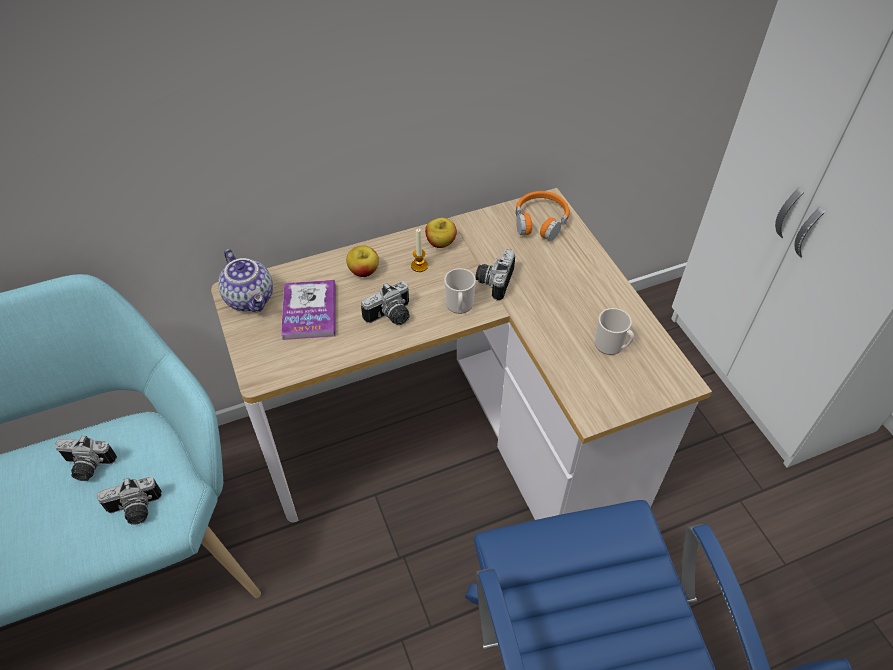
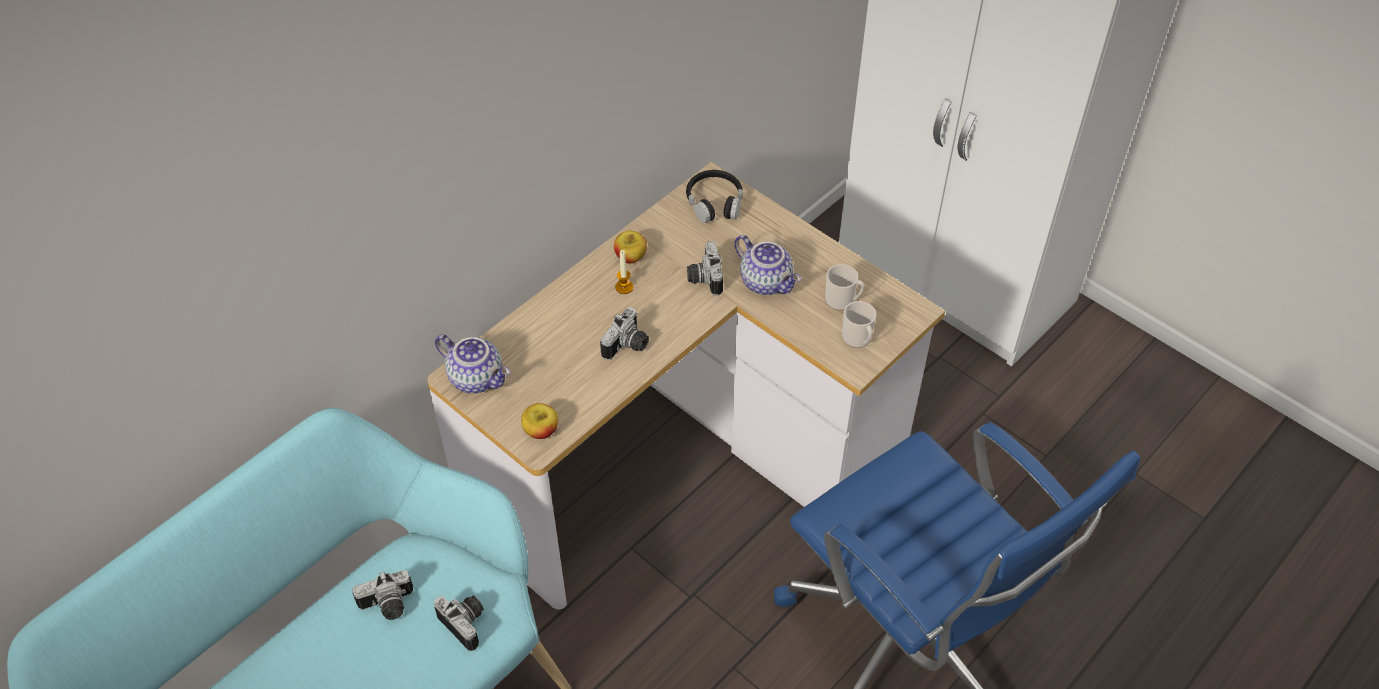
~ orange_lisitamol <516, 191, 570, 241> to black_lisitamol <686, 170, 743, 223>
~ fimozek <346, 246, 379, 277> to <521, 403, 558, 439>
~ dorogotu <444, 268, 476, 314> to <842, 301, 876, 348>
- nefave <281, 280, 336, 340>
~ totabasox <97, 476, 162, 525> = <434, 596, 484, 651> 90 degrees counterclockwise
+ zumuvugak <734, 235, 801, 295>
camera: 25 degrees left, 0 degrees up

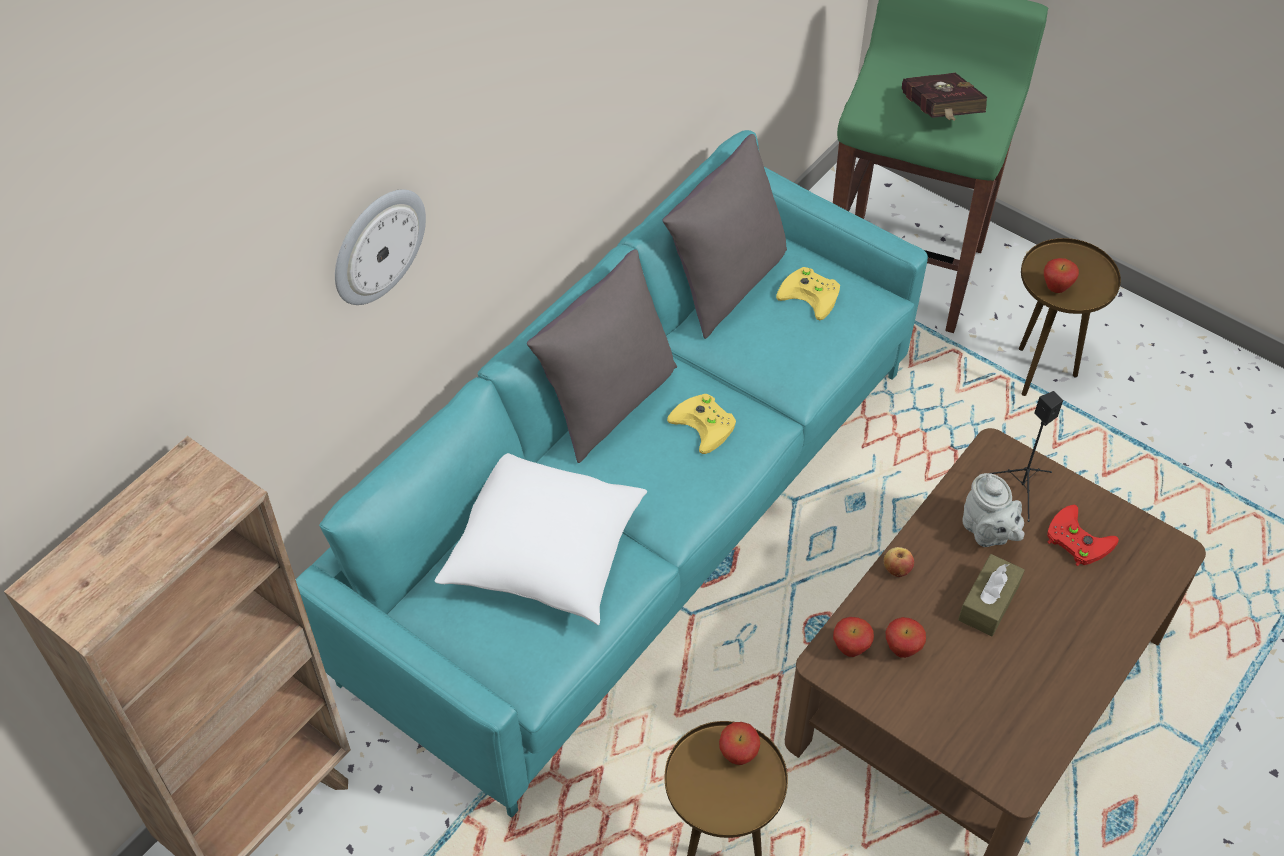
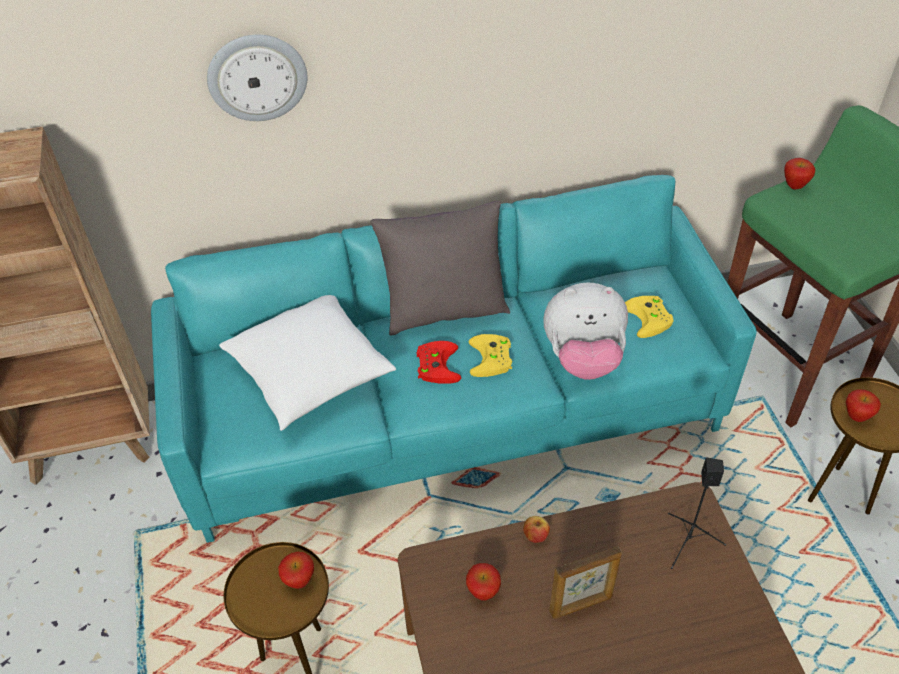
- red_nefave <902, 73, 987, 121>
- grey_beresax <663, 134, 787, 339>
- grey_zumuvugak <962, 473, 1024, 547>
~ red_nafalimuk <1047, 505, 1119, 566> to <416, 341, 461, 384>
~ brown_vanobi <958, 554, 1025, 636> to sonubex <549, 546, 622, 619>
~ fimozek <833, 617, 874, 657> to <784, 158, 815, 189>
+ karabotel <544, 283, 628, 380>
camera: 40 degrees right, 5 degrees down

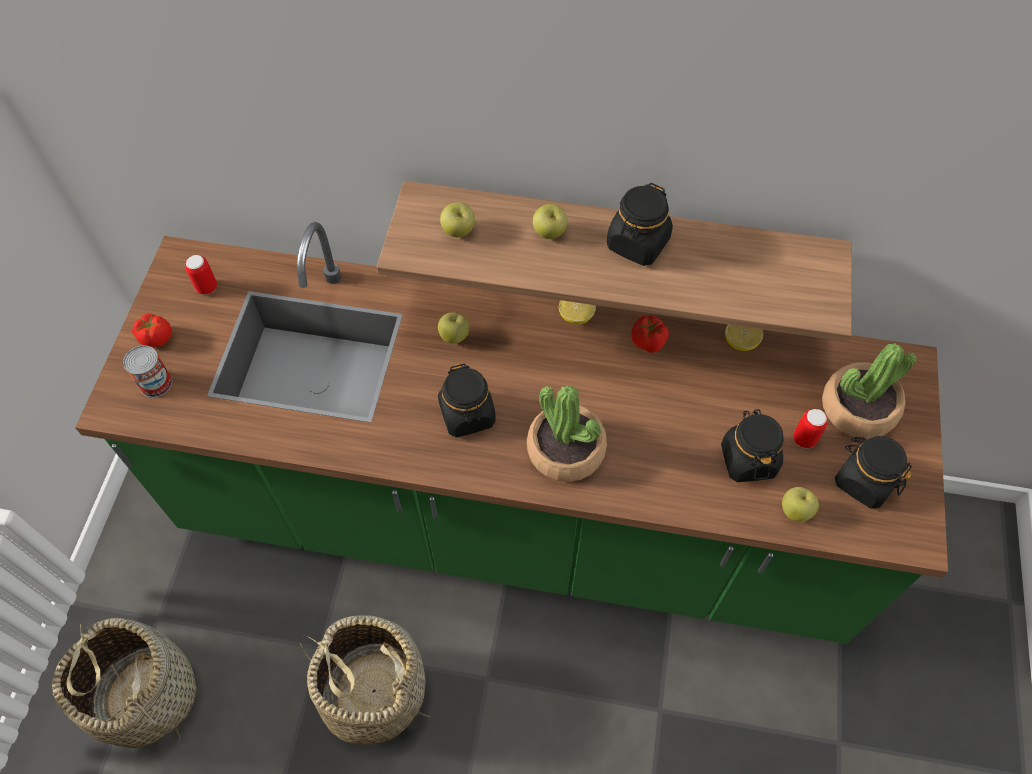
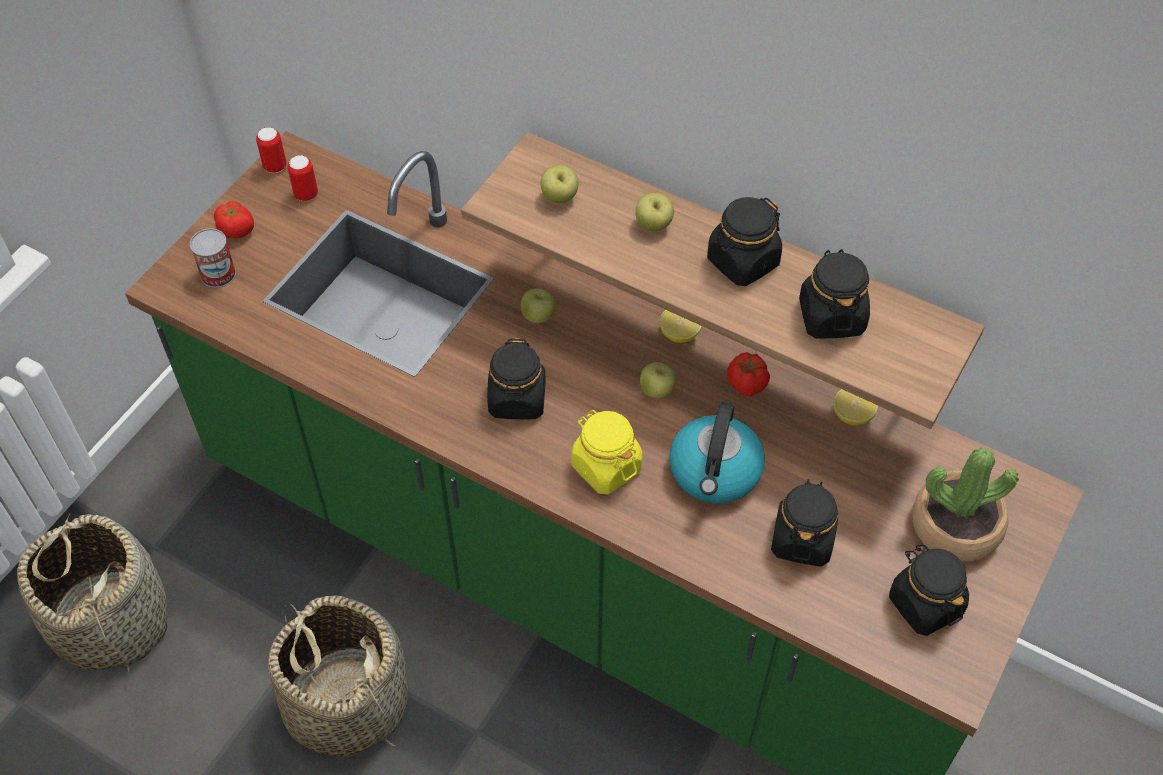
~ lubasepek <527, 385, 607, 482> to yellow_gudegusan <571, 410, 643, 494>
~ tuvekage <793, 409, 828, 448> to <256, 127, 287, 173>
~ fimozek <782, 487, 819, 522> to <640, 362, 677, 399>
+ black_gudegusan <799, 249, 870, 339>
+ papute <669, 402, 765, 504>
camera: 20 degrees right, 5 degrees down

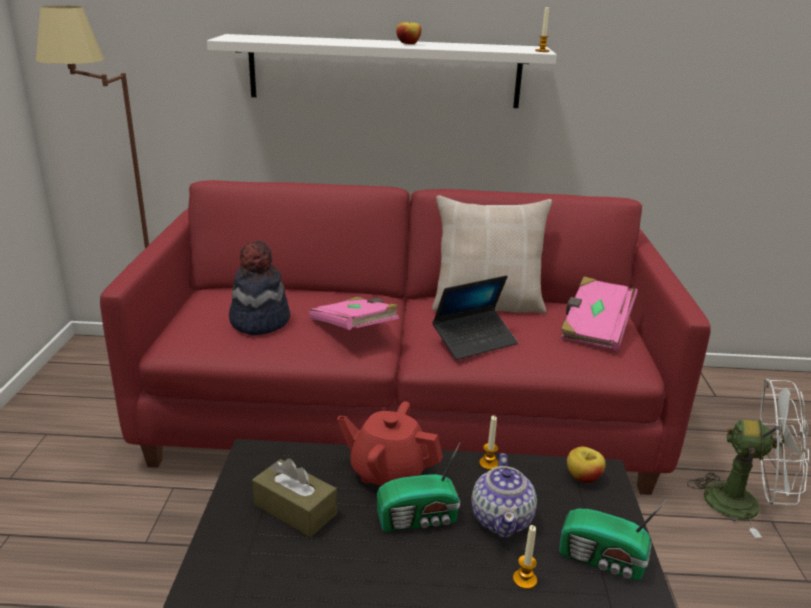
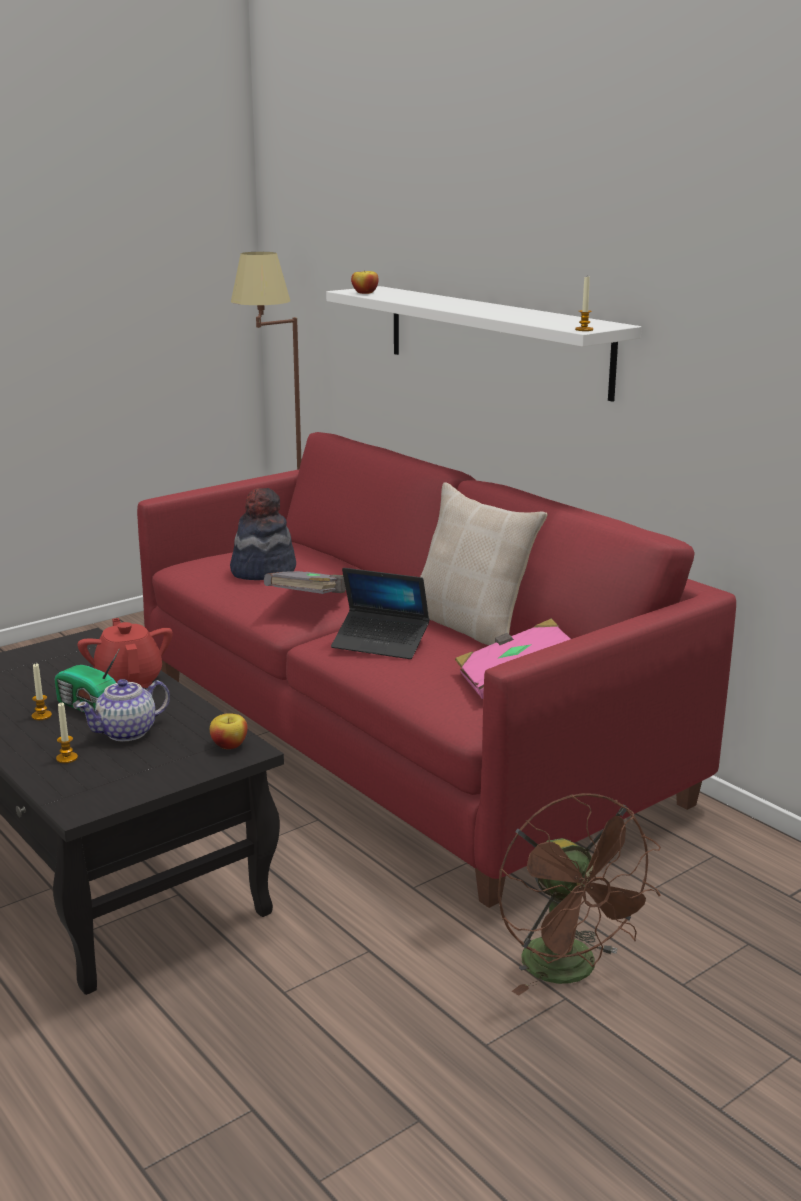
~ fimozek <396, 22, 421, 44> to <351, 270, 379, 294>
~ pink_nefave <309, 297, 399, 330> to grey_nefave <264, 571, 346, 594>
~ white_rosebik <687, 379, 809, 538> to brown_rosebik <498, 793, 661, 995>
~ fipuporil <479, 416, 498, 470> to <32, 663, 52, 720>
- brown_vanobi <252, 459, 337, 537>
- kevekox <559, 499, 668, 580>
camera: 50 degrees right, 5 degrees down

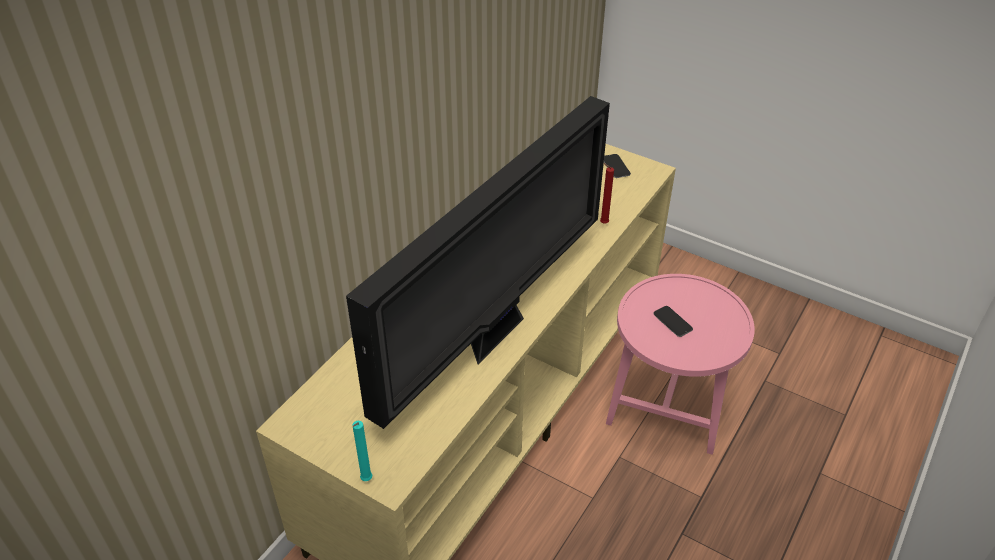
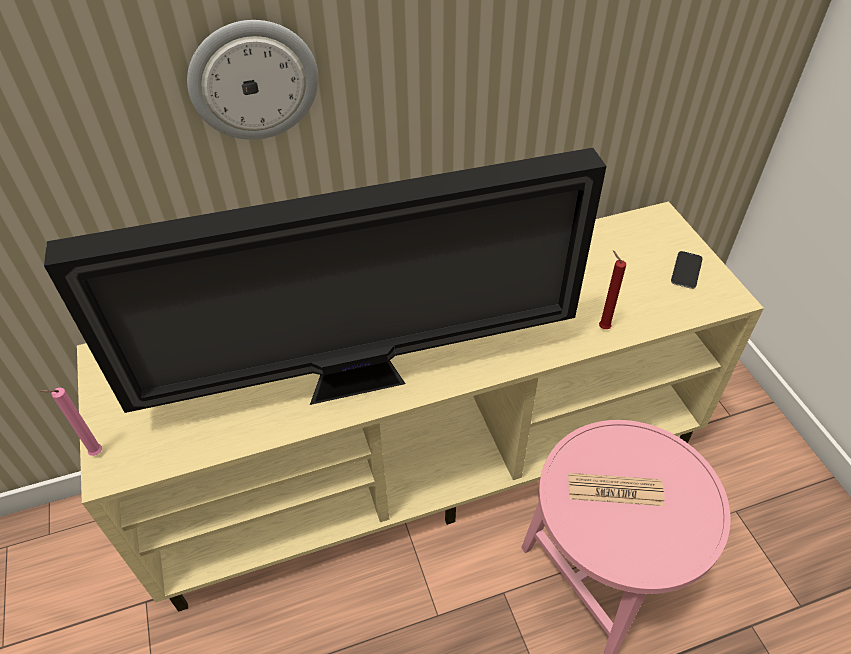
~ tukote <653, 306, 693, 337> to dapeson <568, 473, 665, 506>
~ turquoise_fipuporil <352, 421, 372, 481> to pink_fipuporil <40, 388, 102, 456>
+ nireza <187, 20, 318, 140>
camera: 40 degrees right, 5 degrees up

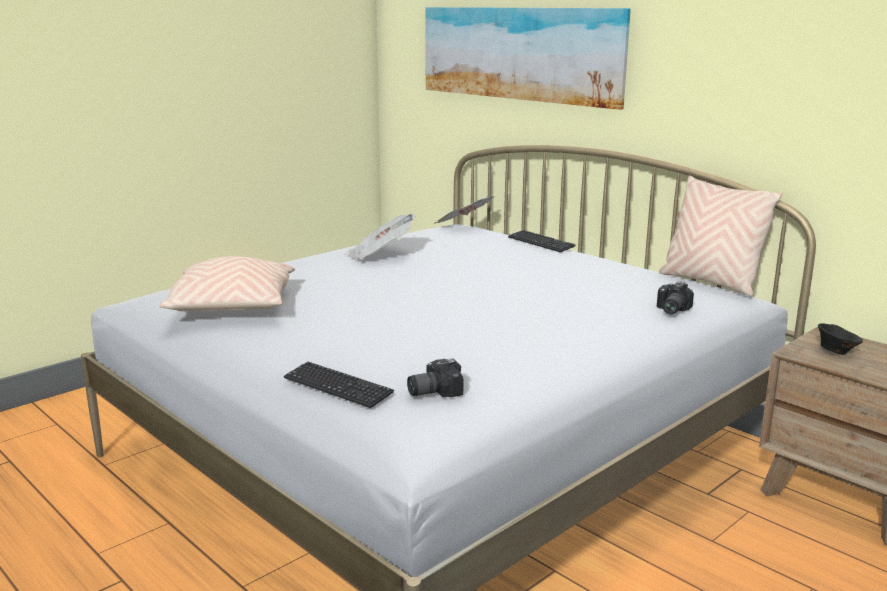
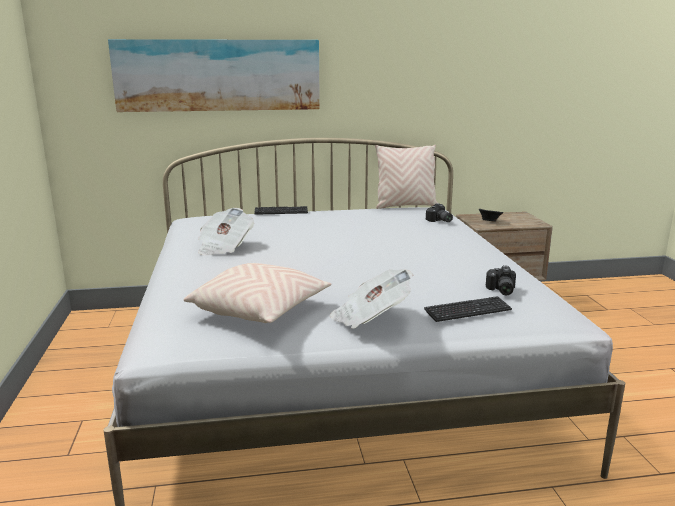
~ dapeson <434, 196, 494, 224> to <330, 269, 413, 328>
camera: 55 degrees left, 0 degrees up

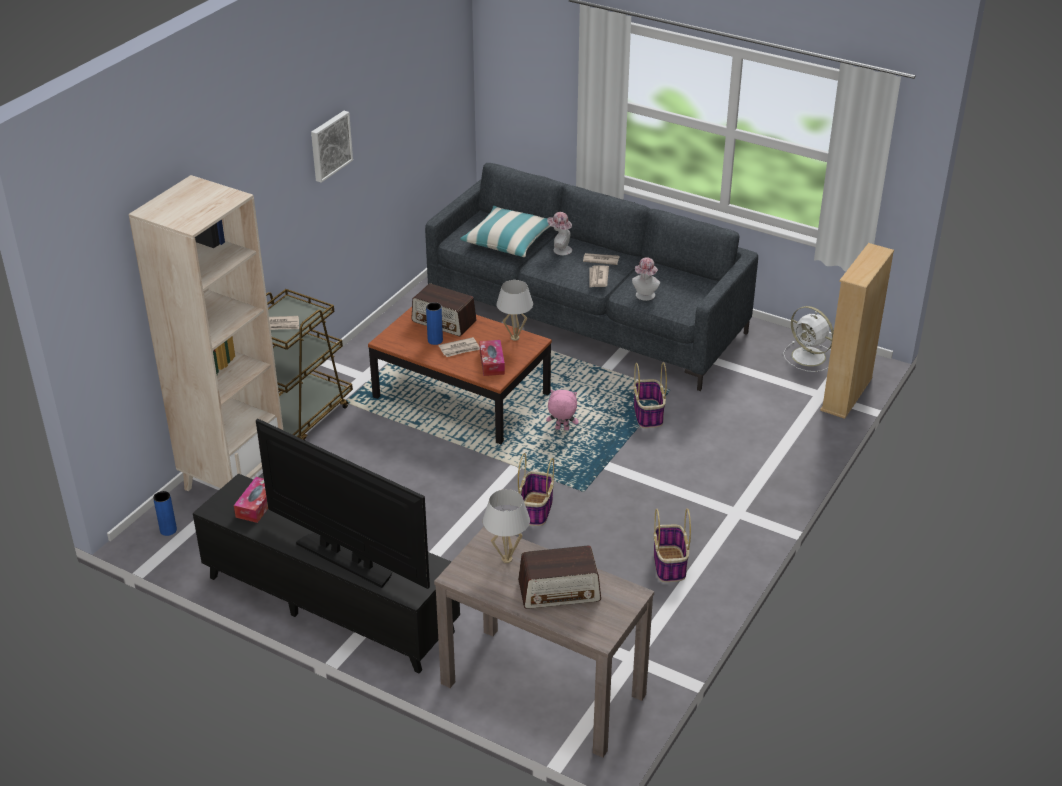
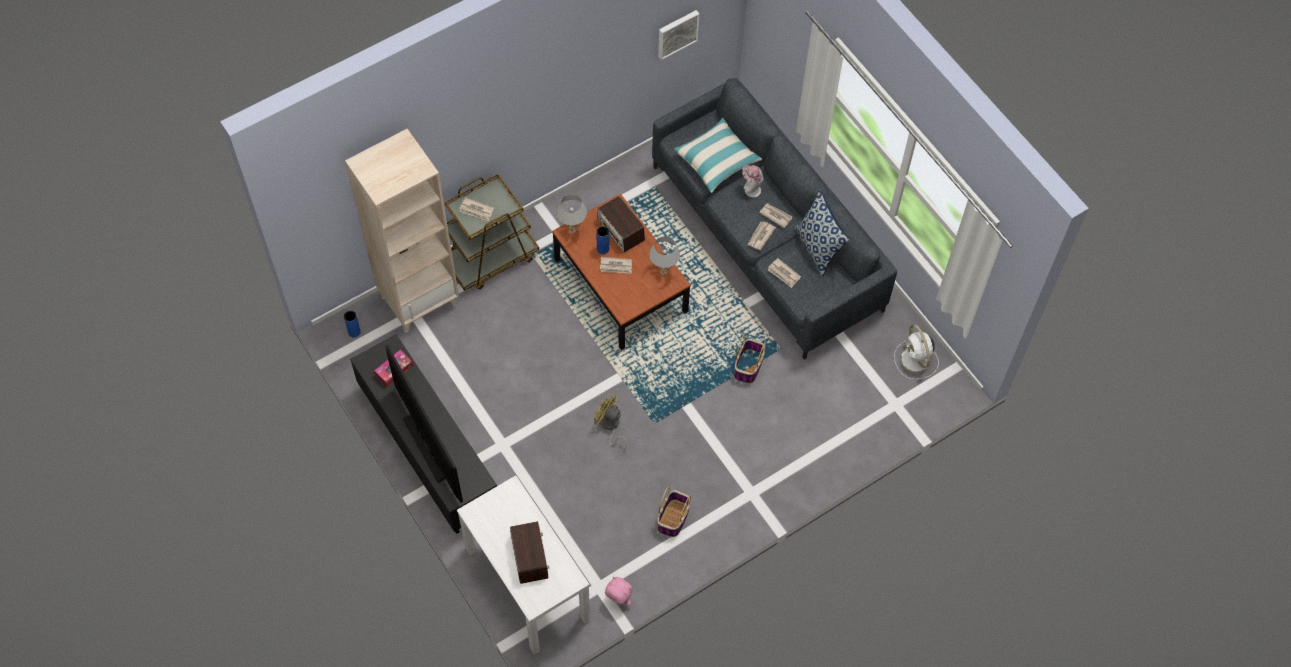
~ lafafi <311, 111, 353, 183> to <658, 10, 699, 60>
- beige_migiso <820, 243, 894, 419>
~ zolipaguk <632, 257, 660, 301> to dapeson <768, 258, 801, 288>
- vanobi <480, 340, 505, 376>
~ pink_karabotel <546, 390, 579, 430> to <605, 576, 633, 606>
~ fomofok <518, 453, 554, 526> to yellow_rosebik <594, 393, 627, 452>
~ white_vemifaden <483, 489, 530, 563> to <557, 194, 587, 233>
~ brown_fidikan <434, 527, 654, 758> to white_fidikan <457, 475, 590, 655>
~ kevekox <518, 546, 601, 609> = <510, 521, 549, 584> 120 degrees counterclockwise
+ beresax <795, 189, 849, 277>
camera: 25 degrees right, 25 degrees up

